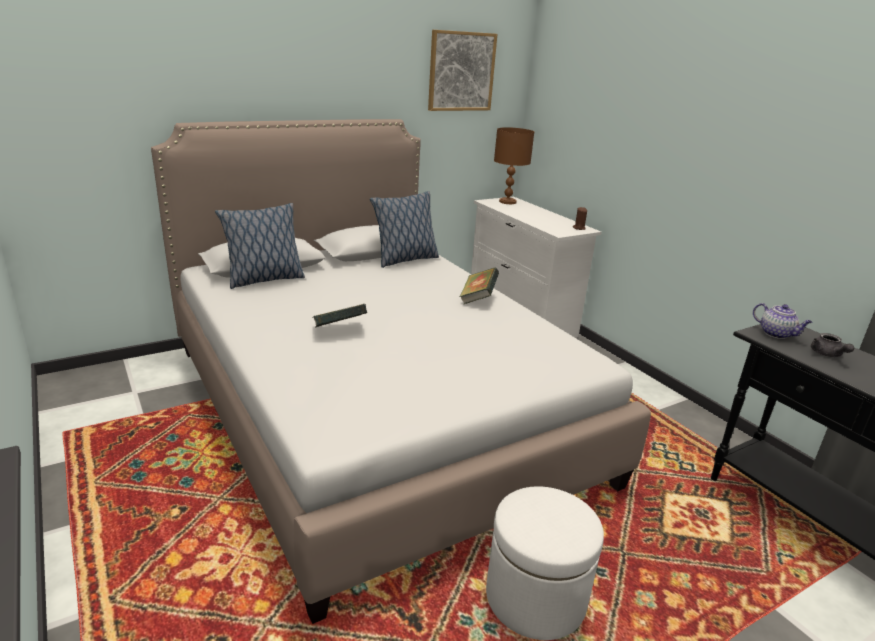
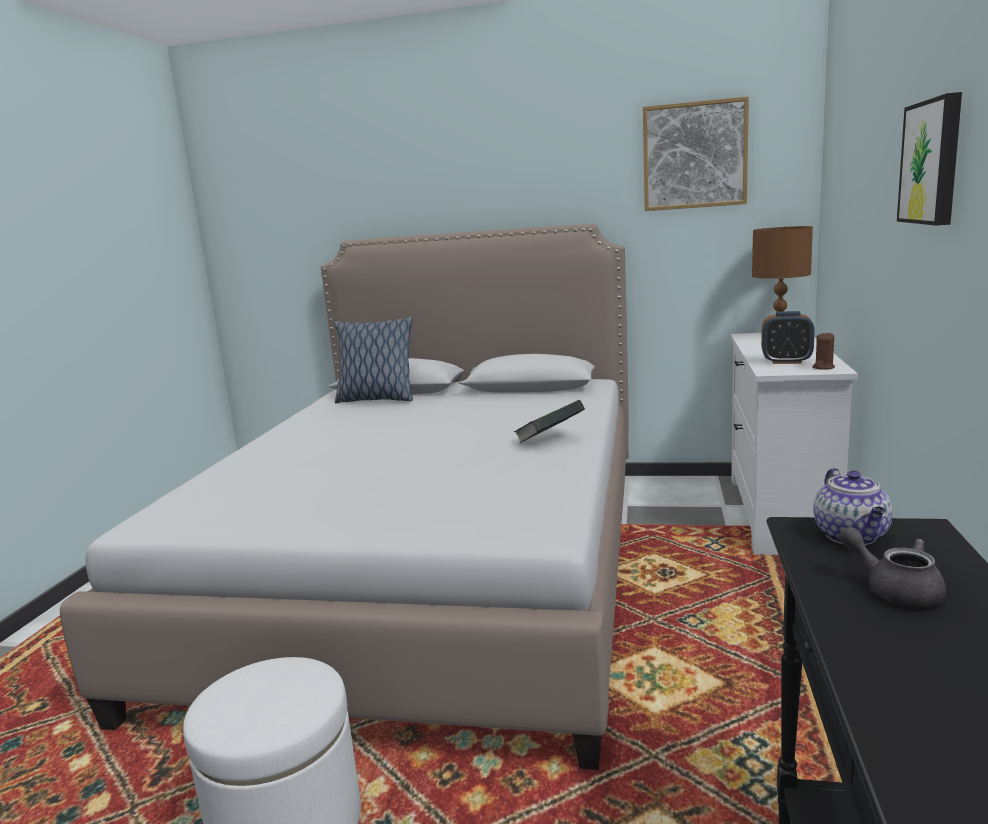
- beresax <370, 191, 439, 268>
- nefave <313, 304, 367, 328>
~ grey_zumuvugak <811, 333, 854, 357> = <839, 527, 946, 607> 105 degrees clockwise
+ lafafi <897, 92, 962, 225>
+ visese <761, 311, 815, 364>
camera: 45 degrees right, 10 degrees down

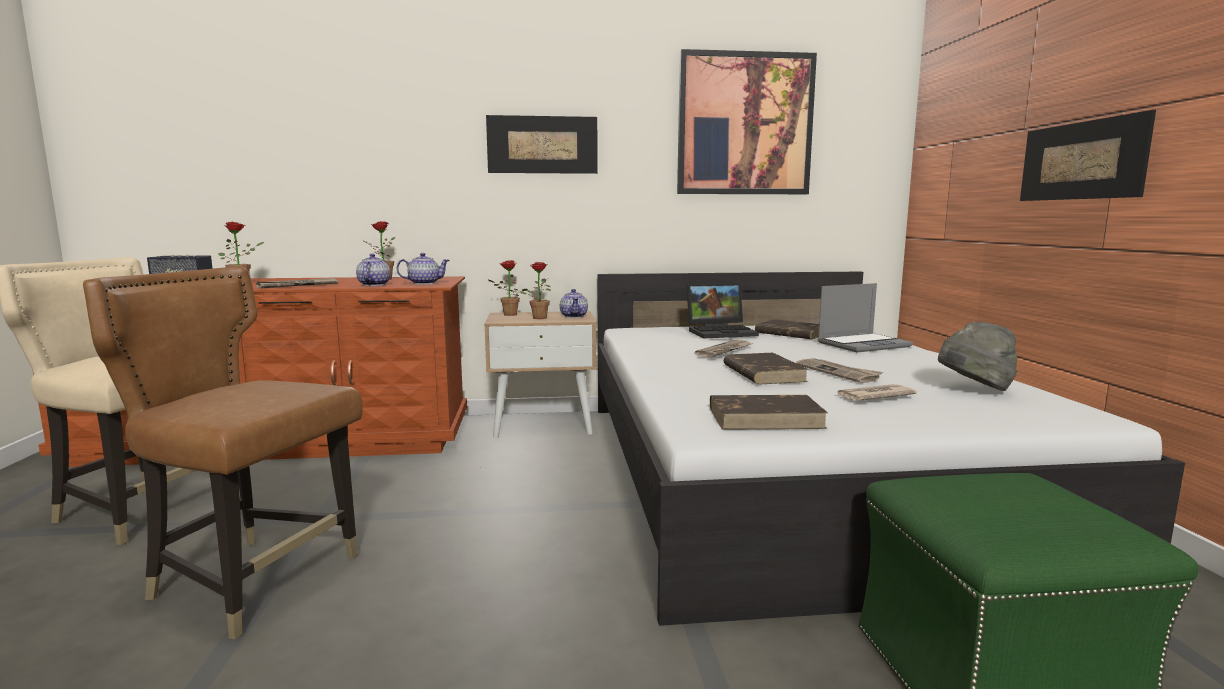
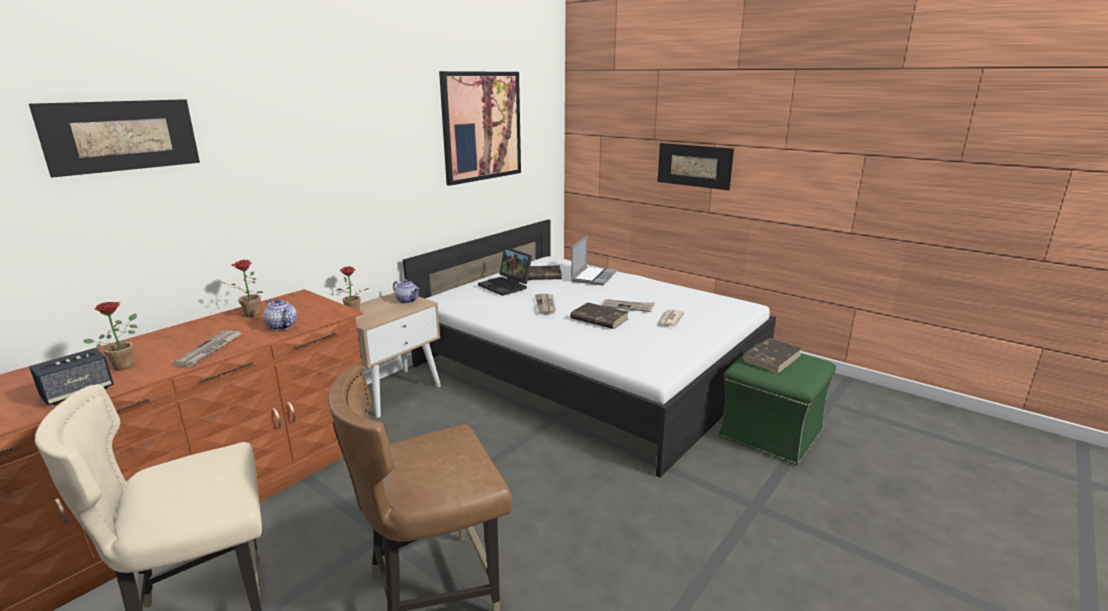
~ lafafi <486, 115, 598, 174> to <29, 99, 200, 178>
- zumuvugak <397, 253, 450, 284>
- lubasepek <520, 262, 551, 319>
~ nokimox <687, 283, 759, 339> = <478, 247, 532, 296> 105 degrees clockwise
- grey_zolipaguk <938, 322, 1017, 391>
~ brown_nefave <710, 395, 828, 430> to <742, 338, 802, 373>
camera: 45 degrees left, 10 degrees up

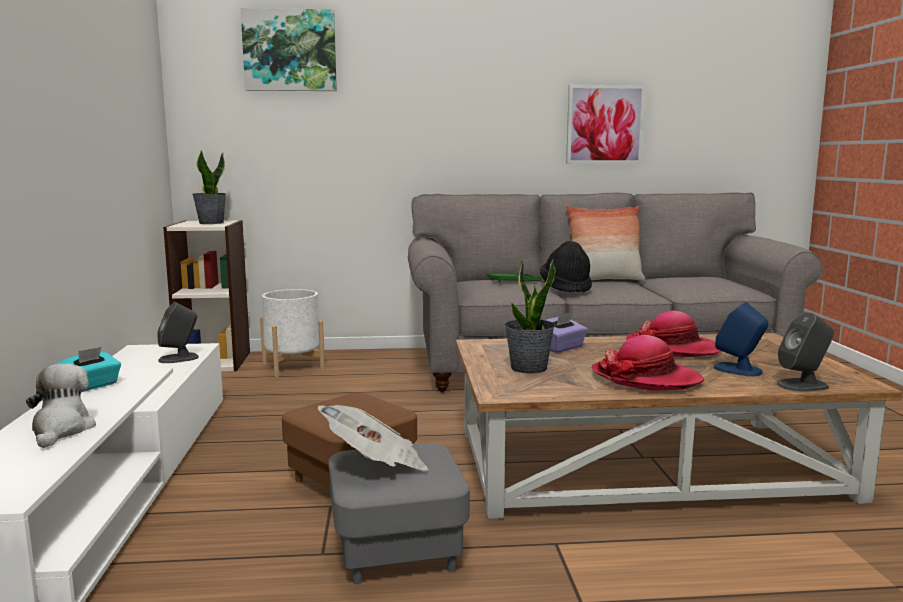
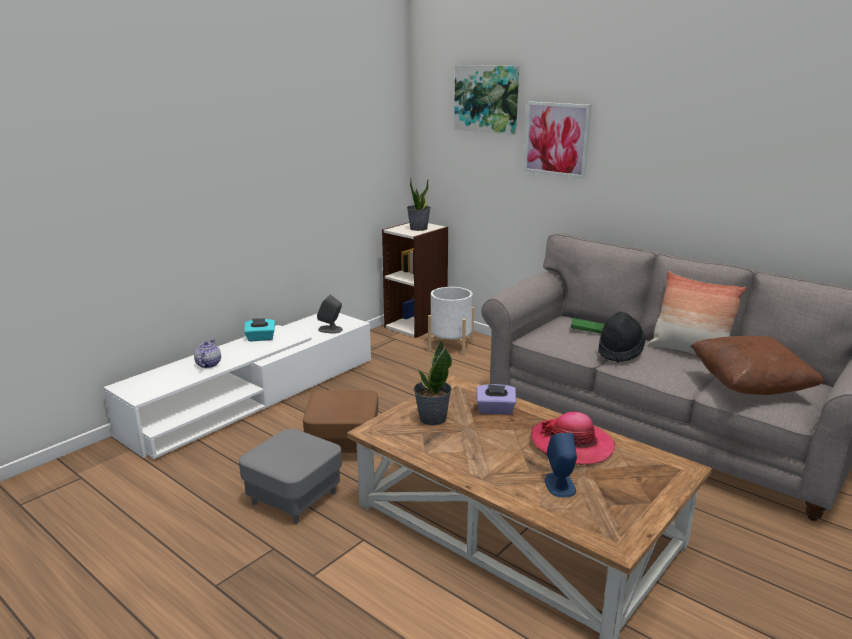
~ lafafi <566, 85, 646, 164> to <524, 101, 591, 179>
- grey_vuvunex <777, 312, 834, 392>
- zolipaguk <591, 335, 704, 391>
~ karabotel <26, 363, 96, 448> to zumuvugak <194, 339, 221, 368>
- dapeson <318, 405, 429, 471>
+ brown_beresax <690, 336, 824, 395>
camera: 45 degrees right, 10 degrees up

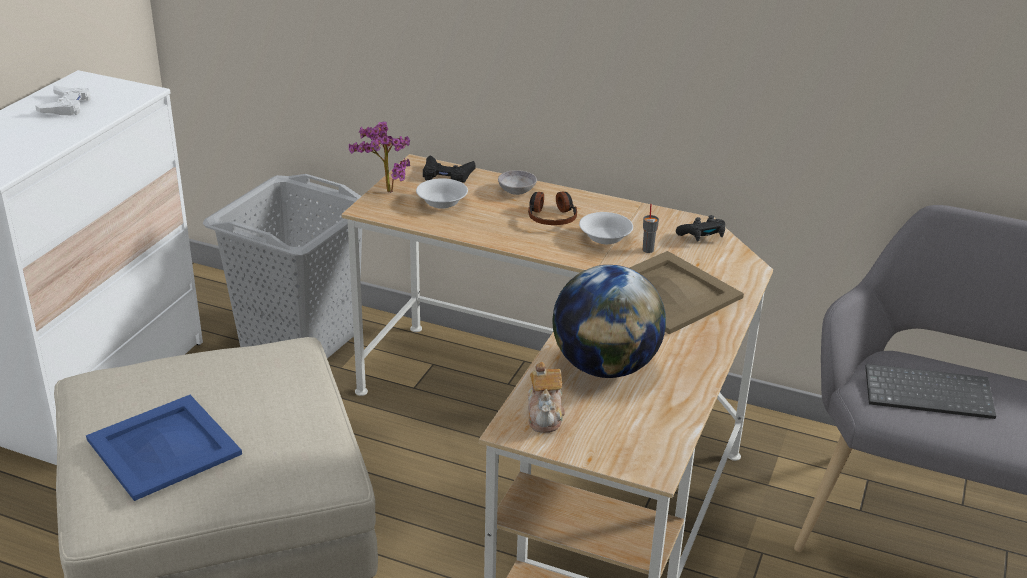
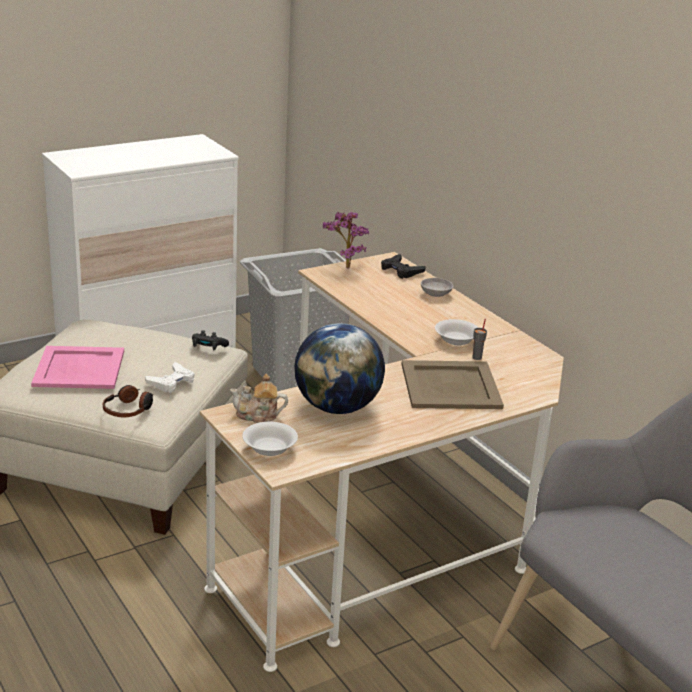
~ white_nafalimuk <35, 86, 91, 115> to <145, 362, 195, 393>
~ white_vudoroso <416, 178, 468, 209> to <242, 422, 298, 456>
~ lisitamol <528, 192, 577, 225> to <103, 385, 153, 417>
~ black_nafalimuk <676, 215, 725, 241> to <192, 330, 229, 350>
~ zumuvugak <528, 362, 565, 433> = <230, 374, 288, 423> 60 degrees clockwise
- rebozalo <865, 364, 996, 419>
~ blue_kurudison <86, 395, 242, 501> to pink_kurudison <31, 346, 124, 389>
camera: 35 degrees right, 5 degrees down

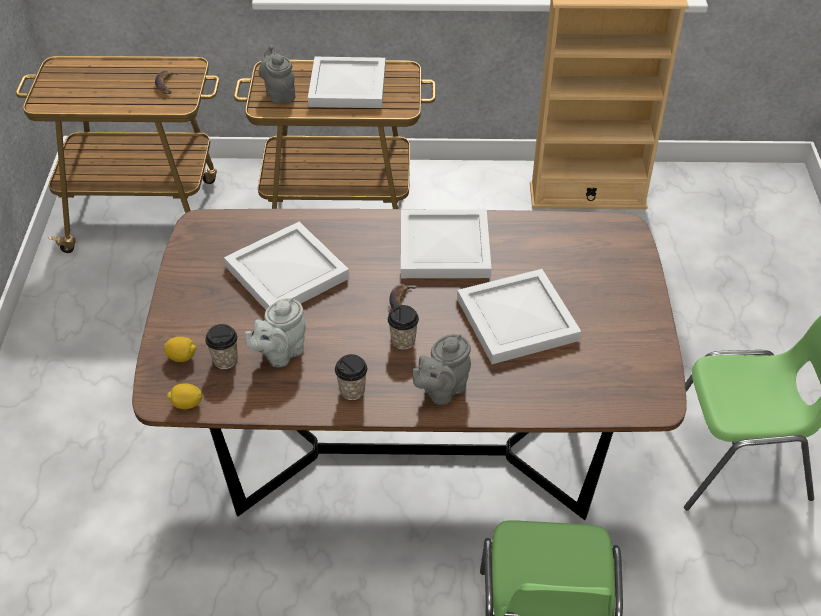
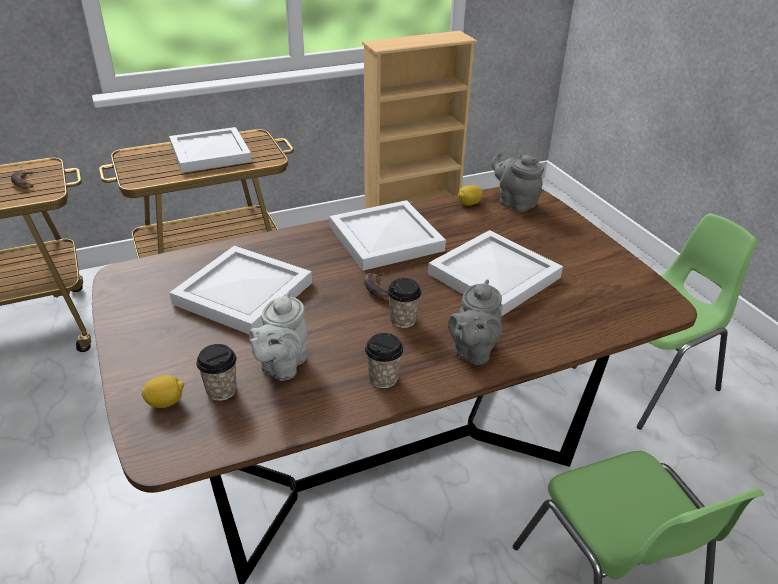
~ grey_zumuvugak <259, 45, 295, 104> to <491, 151, 544, 212>
~ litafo <167, 384, 203, 409> to <458, 185, 483, 206>
camera: 25 degrees left, 10 degrees down

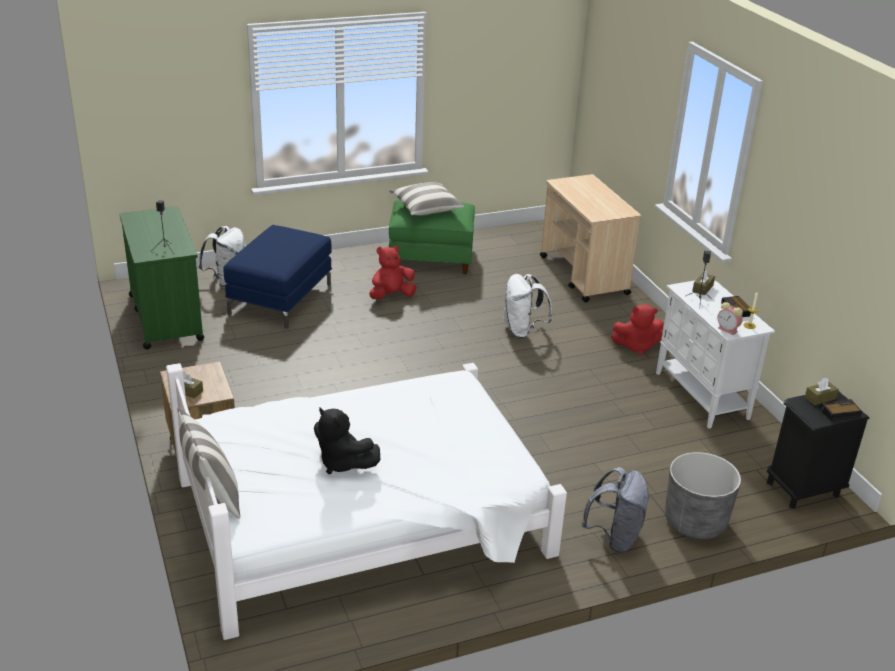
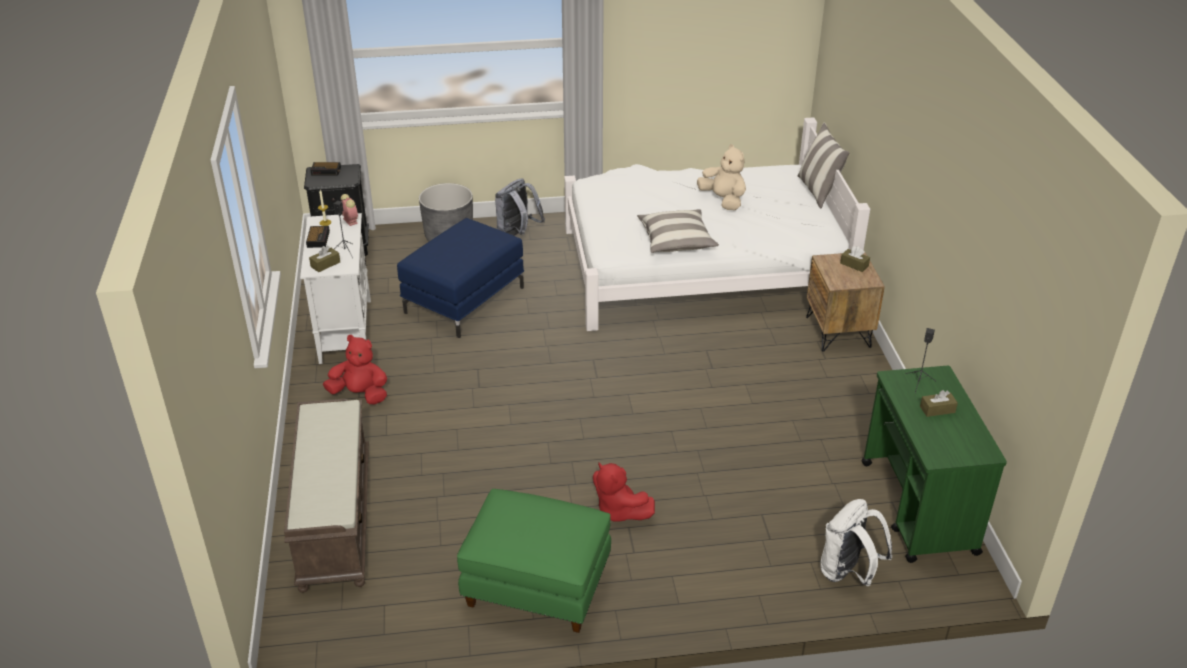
~ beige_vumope <540, 174, 641, 302> to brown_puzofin <284, 399, 369, 593>
~ beresax <389, 182, 464, 216> to <637, 209, 719, 253>
~ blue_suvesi <224, 225, 332, 328> to <397, 218, 524, 338>
~ red_karabotel <369, 245, 416, 299> = <593, 462, 655, 522> 60 degrees clockwise
- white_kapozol <503, 274, 552, 339>
~ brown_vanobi <805, 378, 839, 405> to <920, 390, 958, 417>
~ black_karabotel <314, 408, 381, 474> to beige_karabotel <697, 144, 746, 210>
camera: 165 degrees left, 5 degrees up

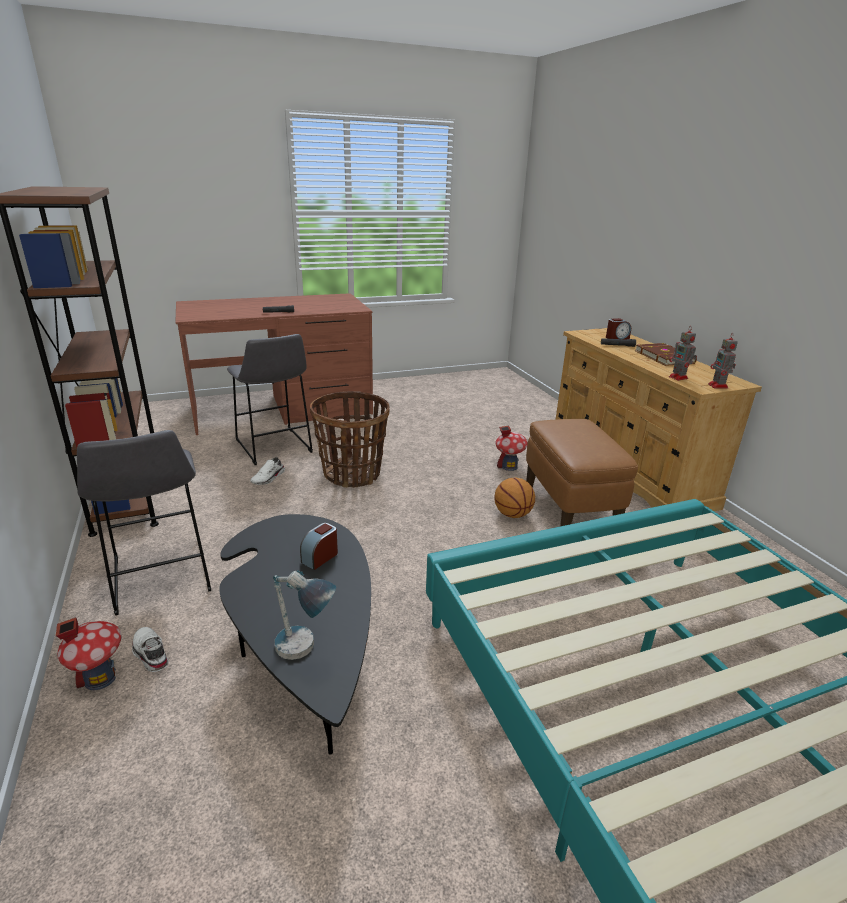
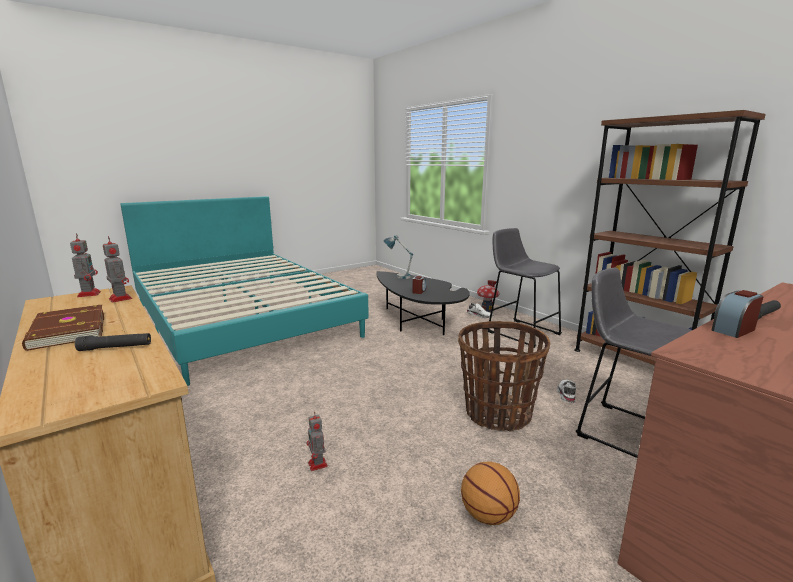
~ visese <606, 318, 631, 340> to <711, 290, 763, 338>
- brown_suvesi <526, 419, 638, 526>
~ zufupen <495, 426, 528, 471> to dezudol <307, 411, 328, 471>
~ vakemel <494, 477, 535, 518> to <461, 461, 520, 525>
camera: 165 degrees right, 10 degrees down

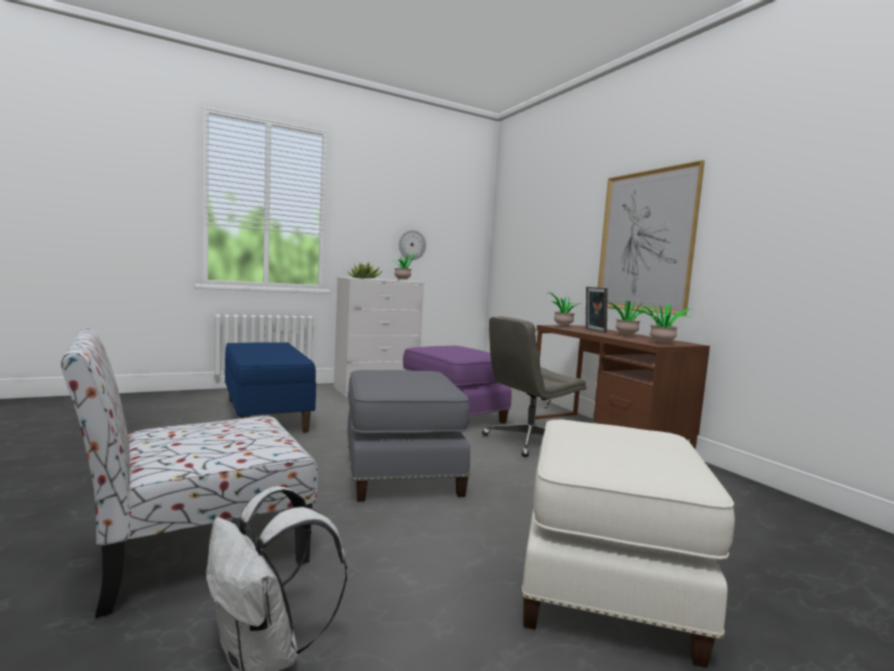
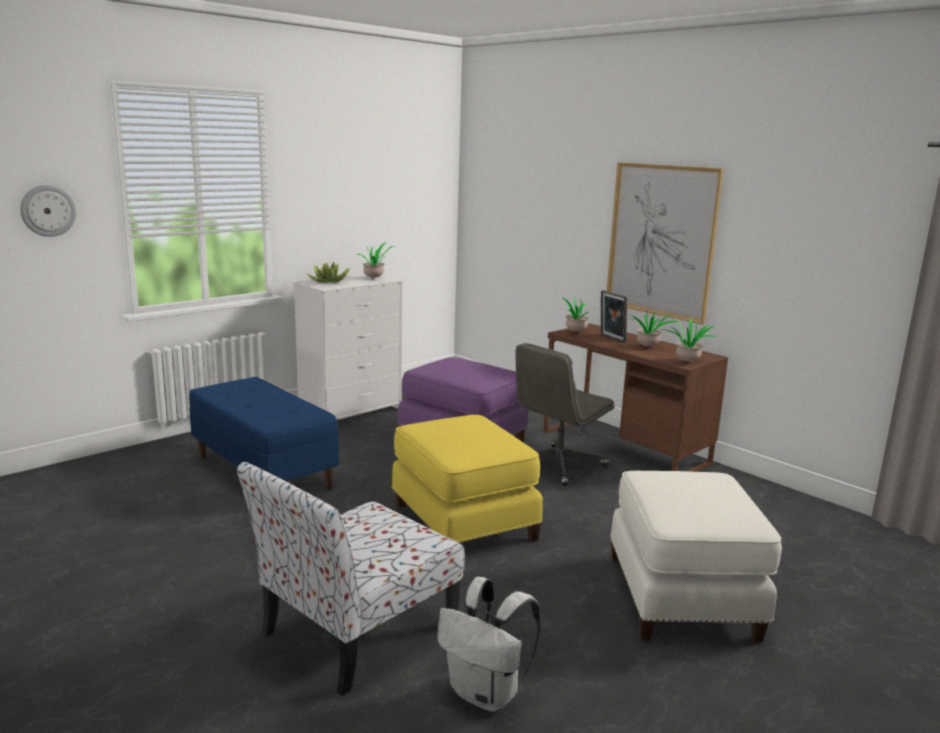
~ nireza <399, 230, 426, 260> to <20, 185, 76, 237>
~ grey_suvesi <347, 370, 470, 502> to yellow_suvesi <391, 415, 543, 543>
camera: 15 degrees left, 10 degrees up

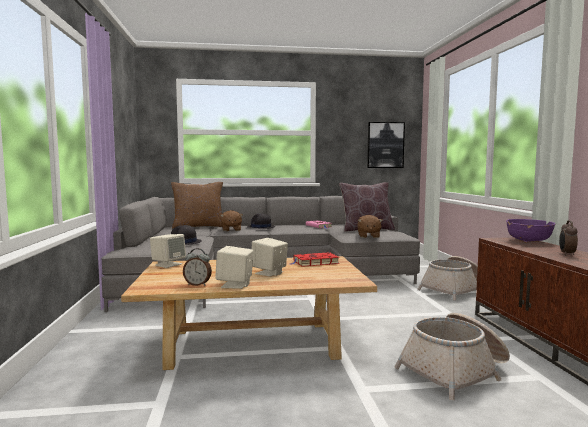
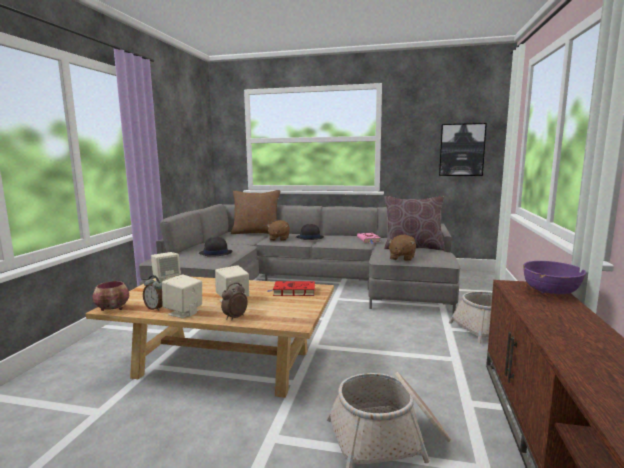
~ visese <559, 220, 578, 255> to <221, 282, 248, 320>
+ vudoroso <93, 281, 129, 311>
camera: 20 degrees right, 5 degrees up

